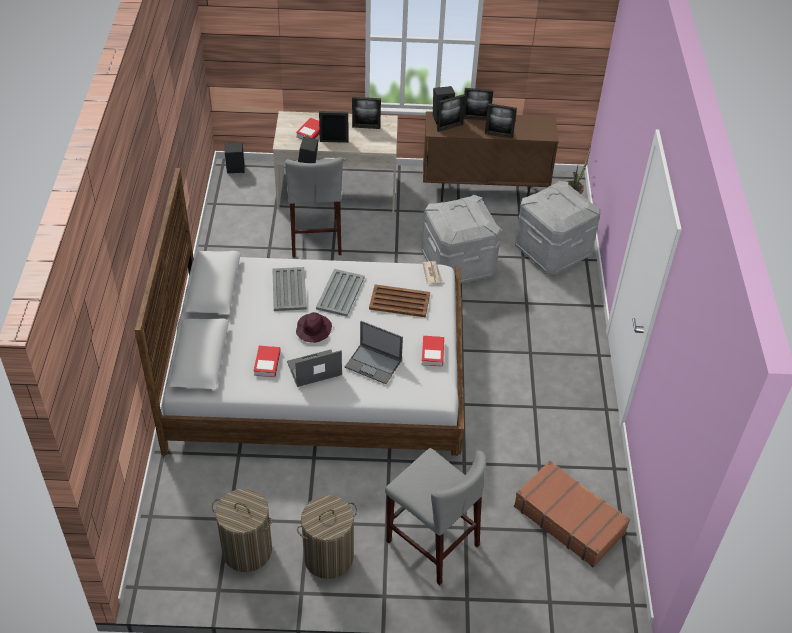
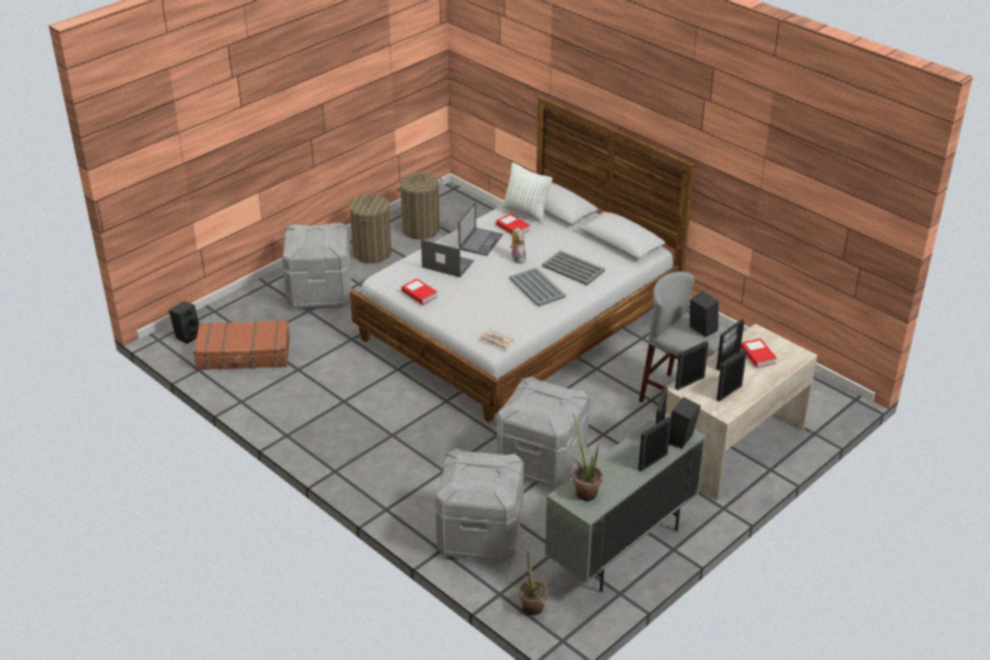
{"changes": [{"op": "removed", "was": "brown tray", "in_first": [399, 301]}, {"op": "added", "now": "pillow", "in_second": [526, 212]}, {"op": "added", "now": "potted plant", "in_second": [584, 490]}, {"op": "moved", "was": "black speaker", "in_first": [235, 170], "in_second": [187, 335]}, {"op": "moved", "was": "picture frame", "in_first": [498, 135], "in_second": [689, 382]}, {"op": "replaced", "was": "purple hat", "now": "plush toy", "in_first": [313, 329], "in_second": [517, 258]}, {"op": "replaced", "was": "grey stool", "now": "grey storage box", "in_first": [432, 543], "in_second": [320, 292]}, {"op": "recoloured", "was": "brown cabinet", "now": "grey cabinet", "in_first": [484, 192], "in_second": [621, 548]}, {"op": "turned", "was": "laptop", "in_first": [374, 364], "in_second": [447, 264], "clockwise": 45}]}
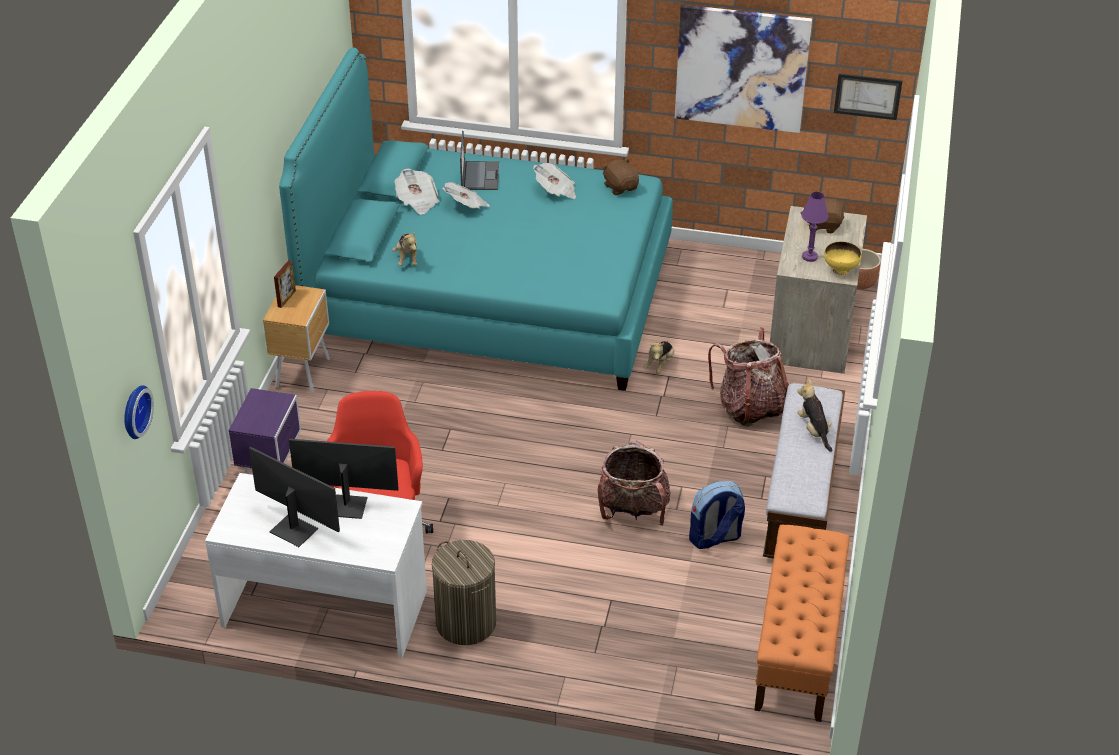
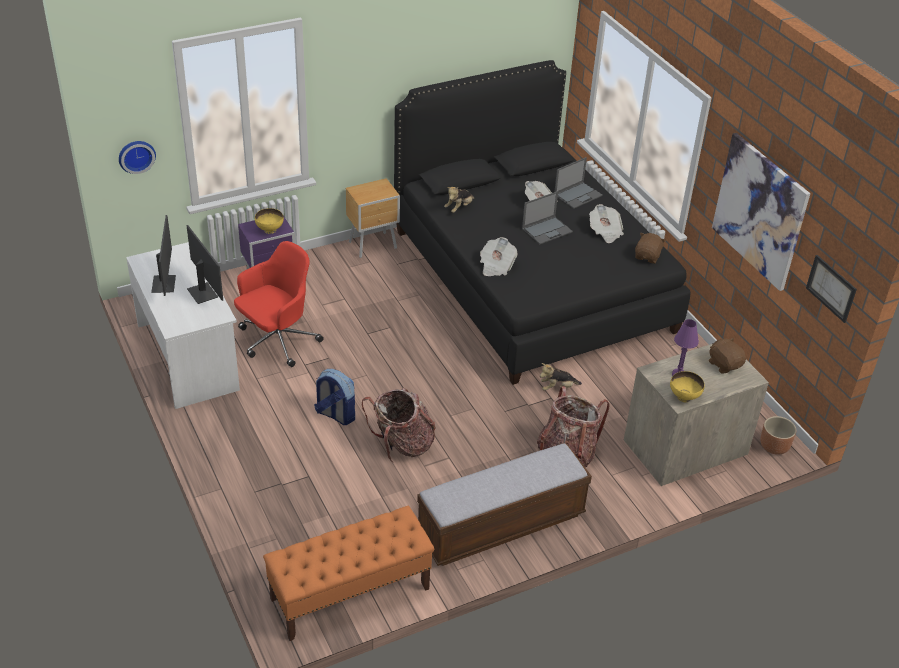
{"changes": [{"op": "removed", "was": "picture frame", "in_first": [286, 298]}, {"op": "removed", "was": "laundry basket", "in_first": [466, 623]}, {"op": "removed", "was": "plush toy", "in_first": [814, 430]}, {"op": "added", "now": "yellow bowl", "in_second": [269, 230]}, {"op": "added", "now": "laptop", "in_second": [547, 230]}, {"op": "moved", "was": "newspaper", "in_first": [417, 201], "in_second": [496, 266]}, {"op": "moved", "was": "backpack", "in_first": [714, 538], "in_second": [335, 415]}, {"op": "recoloured", "was": "turquoise bed", "now": "black bed", "in_first": [488, 296], "in_second": [530, 280]}]}
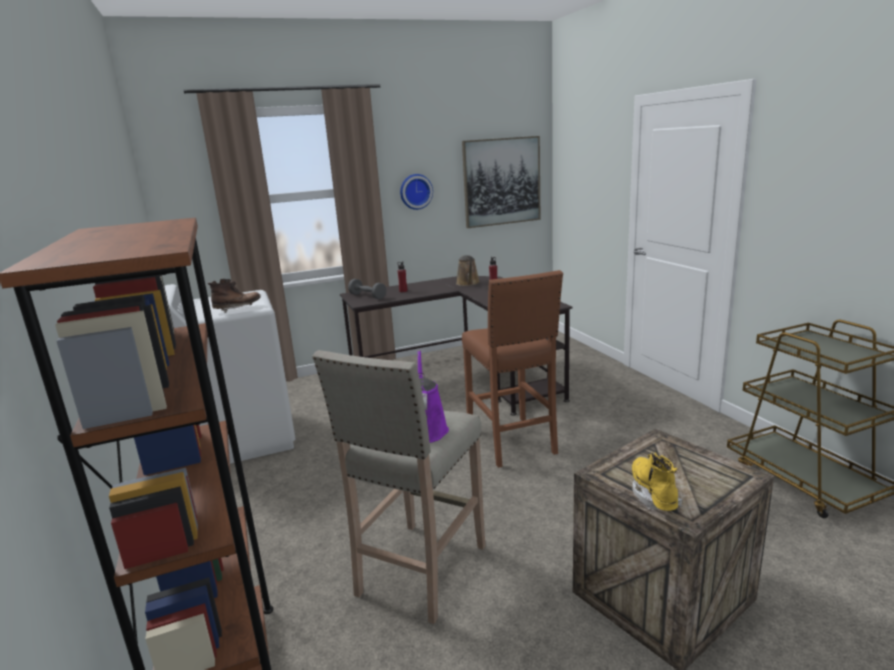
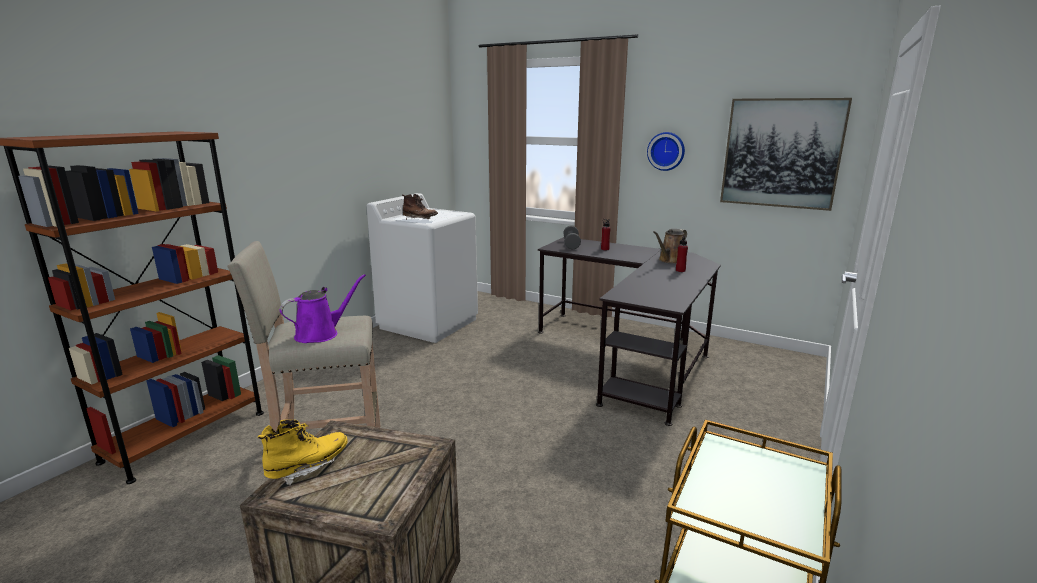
{"changes": [{"op": "removed", "was": "brown stool", "in_first": [511, 442]}]}
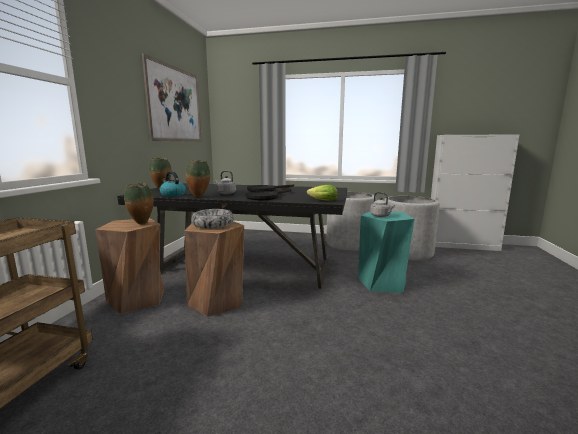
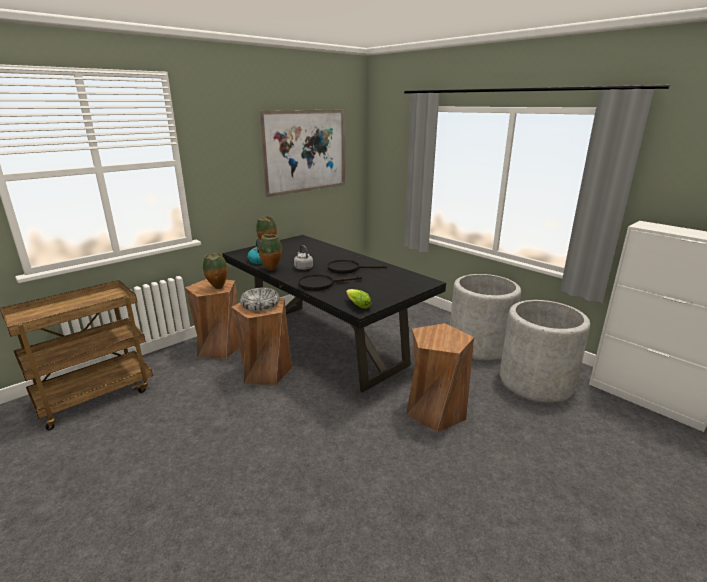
{"changes": [{"op": "removed", "was": "grey kettle", "in_first": [381, 216]}, {"op": "recoloured", "was": "turquoise stool", "now": "brown stool", "in_first": [382, 282], "in_second": [435, 411]}]}
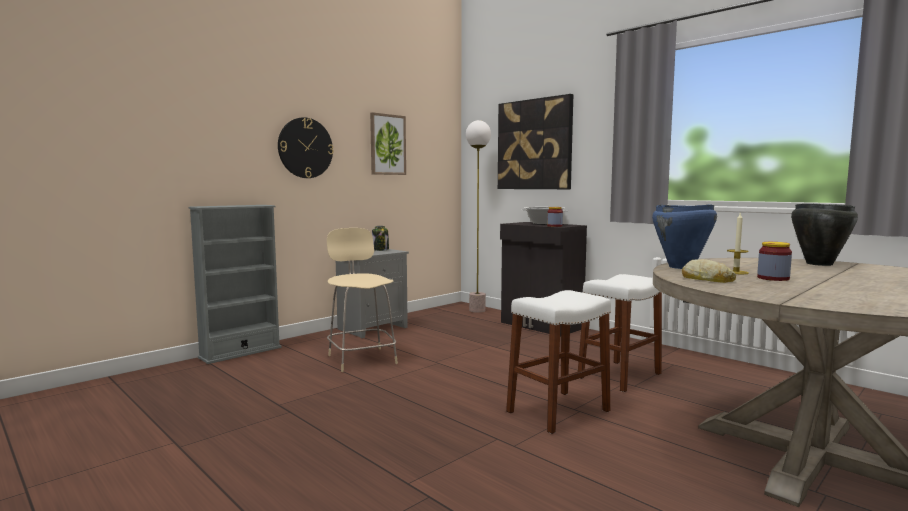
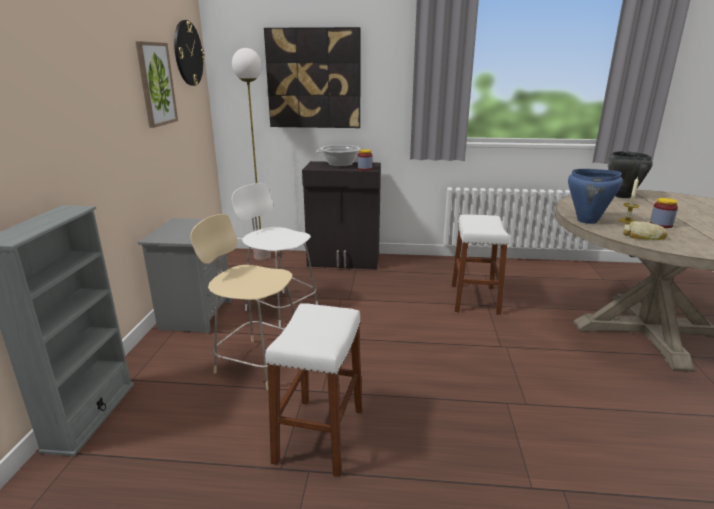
{"changes": [{"op": "removed", "was": "jar", "in_first": [381, 249]}, {"op": "added", "now": "white chair", "in_second": [280, 307]}, {"op": "moved", "was": "wall clock", "in_first": [305, 148], "in_second": [188, 53]}, {"op": "moved", "was": "white stool", "in_first": [558, 411], "in_second": [319, 435]}]}
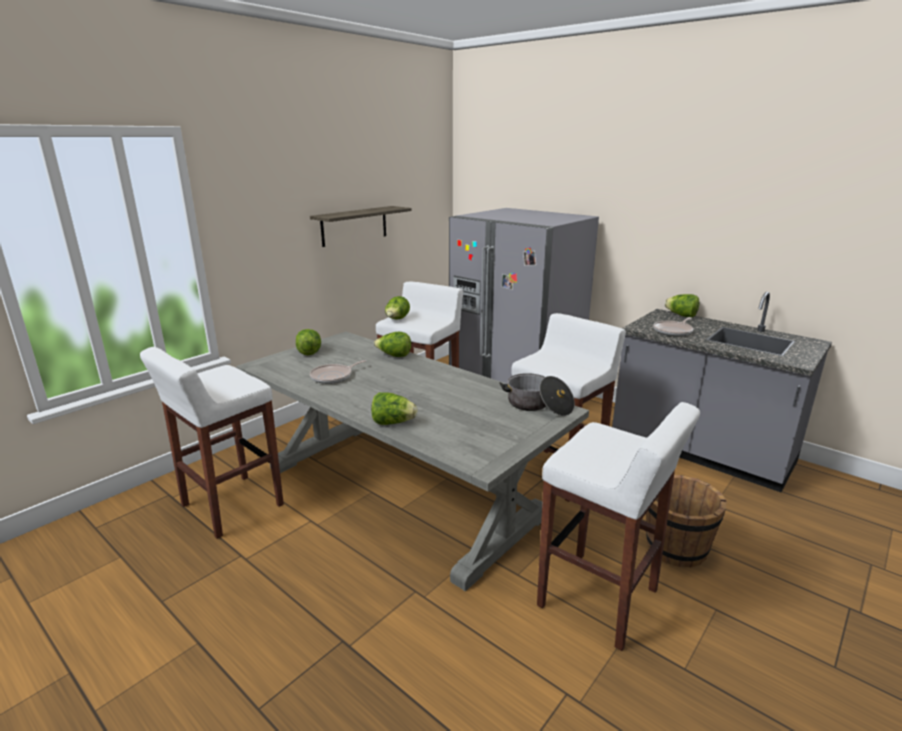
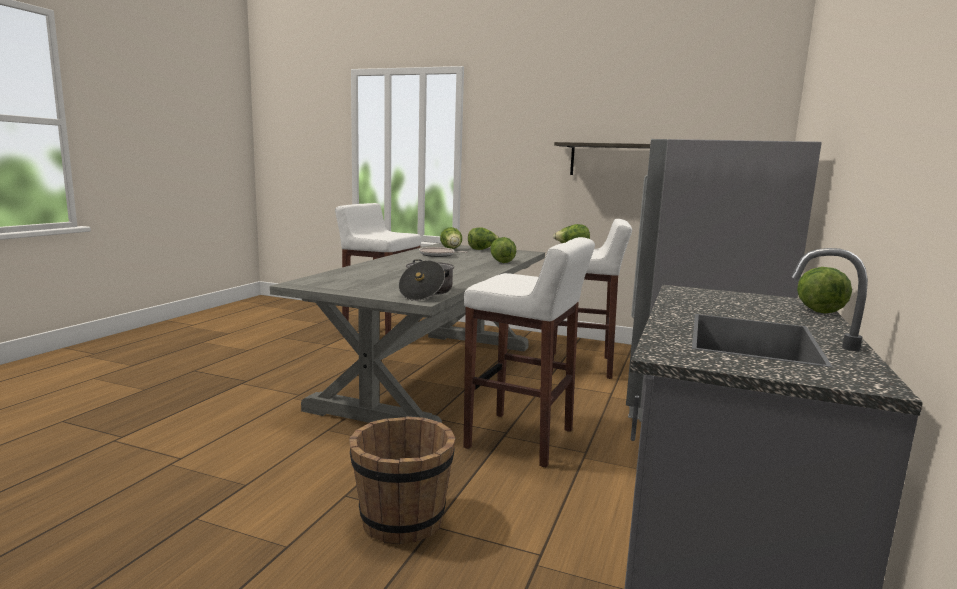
{"changes": [{"op": "removed", "was": "white stool", "in_first": [599, 599]}, {"op": "removed", "was": "frying pan", "in_first": [673, 331]}, {"op": "moved", "was": "lettuce", "in_first": [393, 422], "in_second": [452, 249]}]}
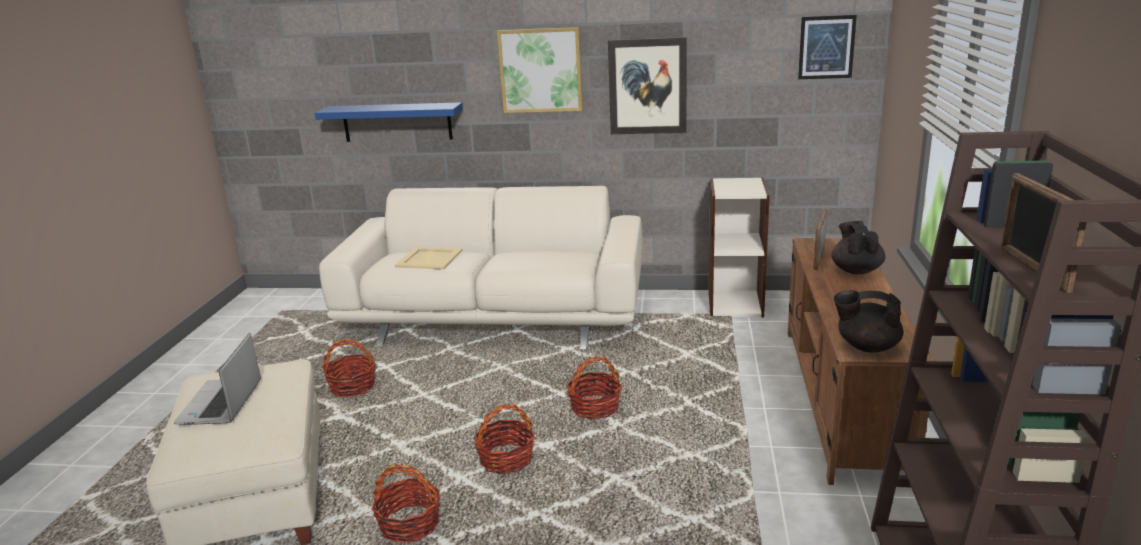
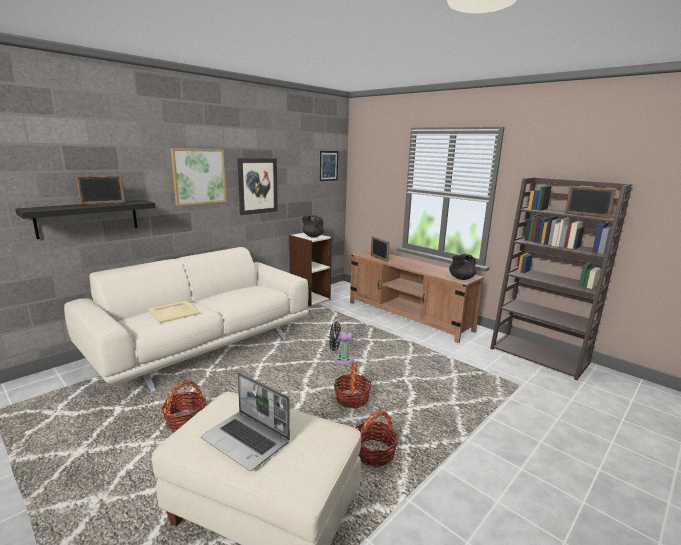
{"changes": [{"op": "added", "now": "picture frame", "in_second": [103, 204]}, {"op": "moved", "was": "black teapot", "in_first": [856, 270], "in_second": [313, 236]}, {"op": "replaced", "was": "basket", "now": "black fan", "in_first": [595, 408], "in_second": [341, 359]}, {"op": "recoloured", "was": "blue shelf", "now": "black shelf", "in_first": [397, 122], "in_second": [88, 218]}]}
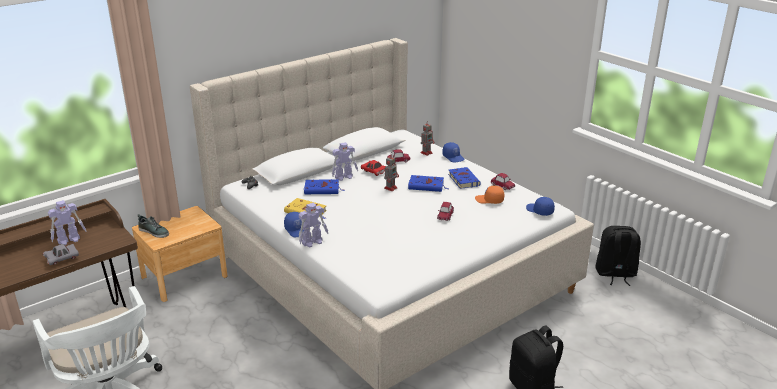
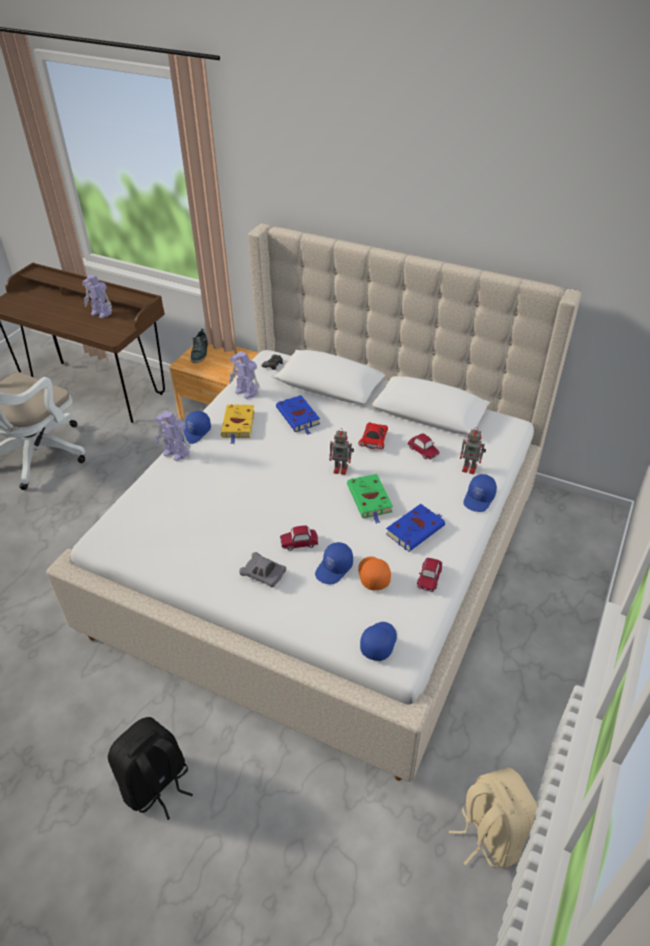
{"changes": [{"op": "added", "now": "blue cap", "in_second": [334, 569]}, {"op": "moved", "was": "grey toy car", "in_first": [62, 259], "in_second": [263, 575]}, {"op": "moved", "was": "toy robot", "in_first": [344, 177], "in_second": [246, 392]}, {"op": "recoloured", "was": "blue book", "now": "green book", "in_first": [427, 186], "in_second": [370, 500]}, {"op": "recoloured", "was": "black backpack", "now": "beige backpack", "in_first": [615, 274], "in_second": [490, 833]}]}
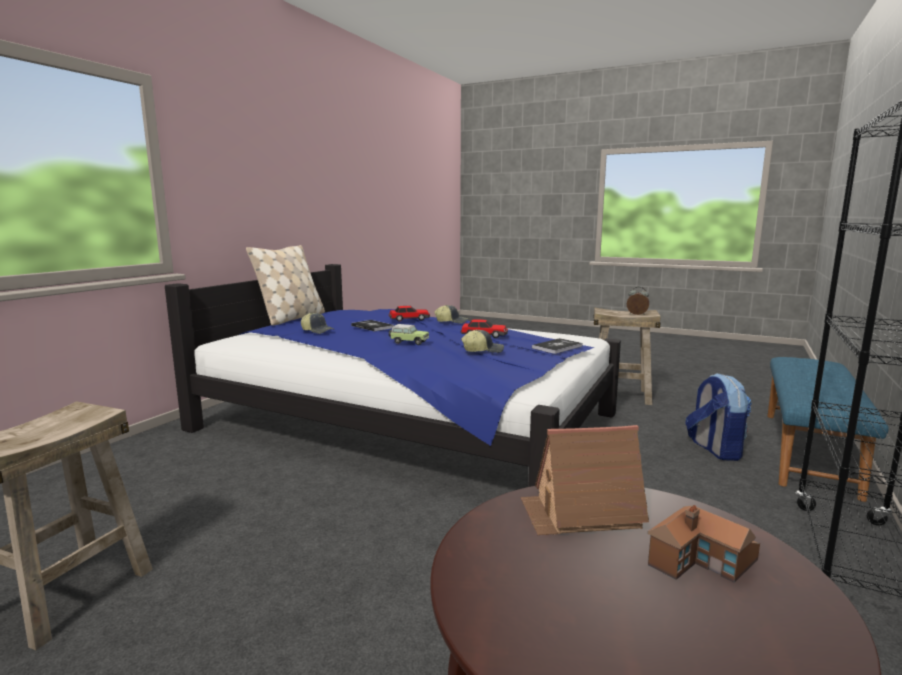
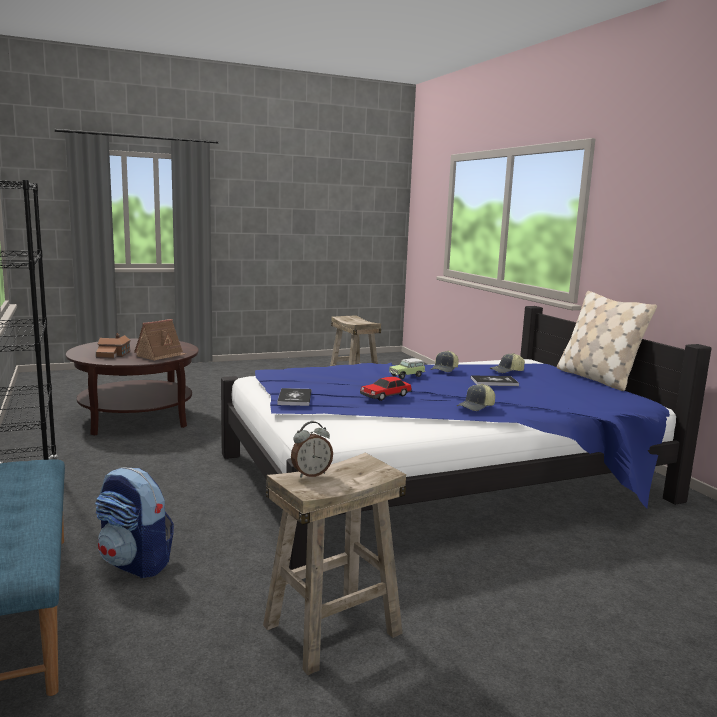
{"changes": [{"op": "removed", "was": "toy car", "in_first": [409, 319]}, {"op": "moved", "was": "cap", "in_first": [483, 350], "in_second": [445, 369]}]}
